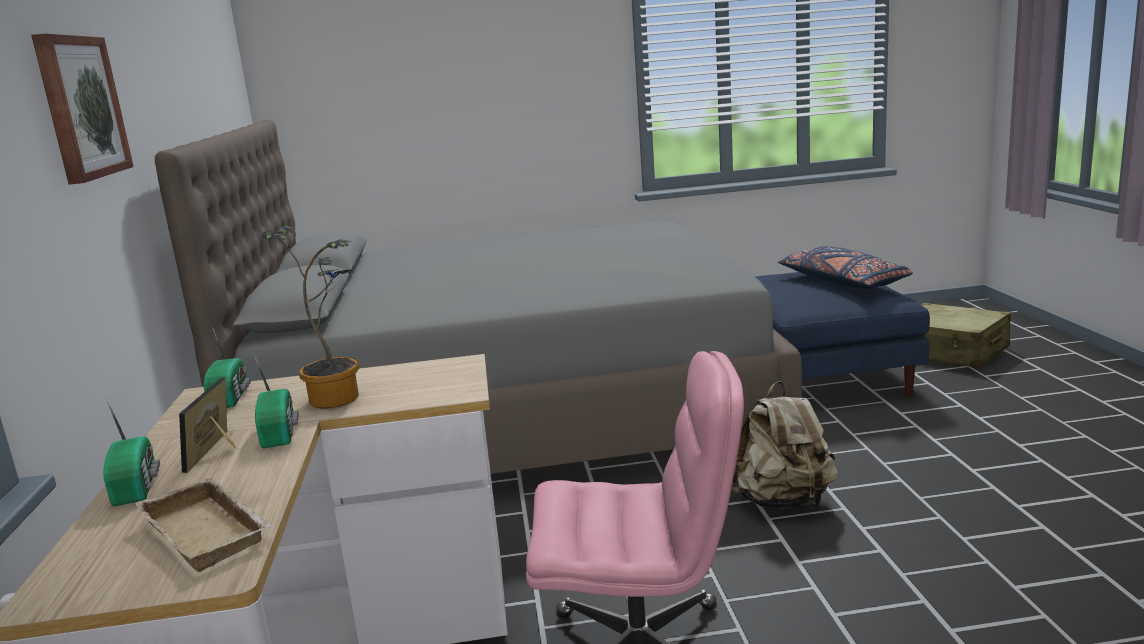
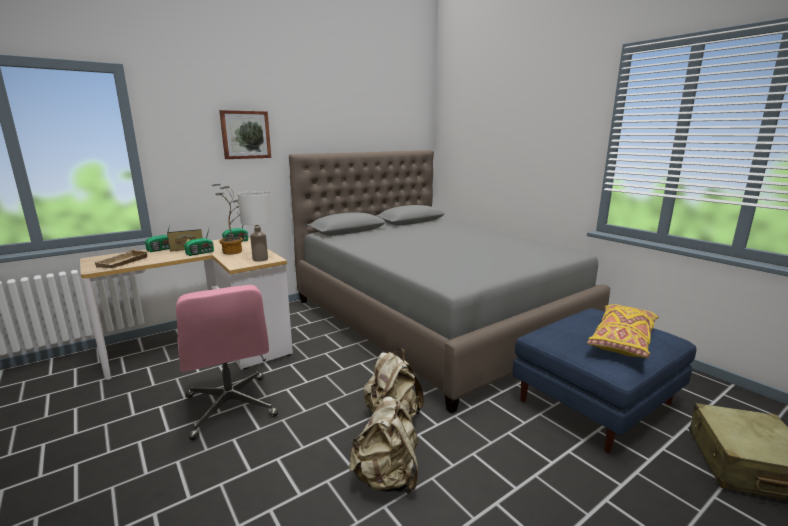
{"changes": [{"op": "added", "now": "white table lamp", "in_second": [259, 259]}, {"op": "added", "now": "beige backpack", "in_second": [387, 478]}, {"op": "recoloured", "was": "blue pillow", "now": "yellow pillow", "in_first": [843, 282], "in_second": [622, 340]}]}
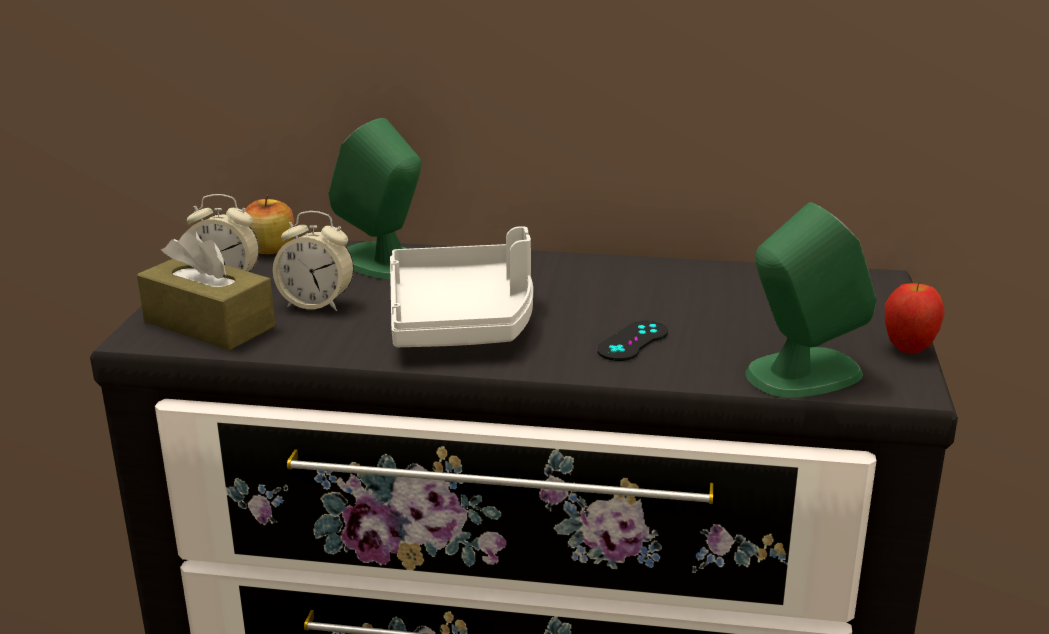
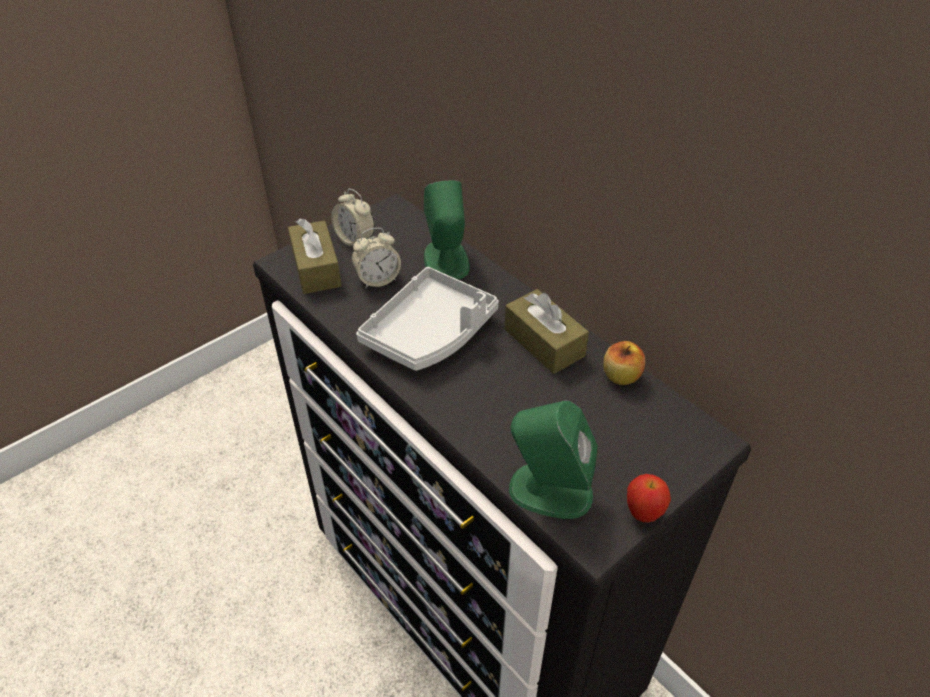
{"changes": [{"op": "removed", "was": "black game controller", "in_first": [632, 341]}, {"op": "added", "now": "brown tissue box", "in_second": [544, 342]}, {"op": "moved", "was": "apple", "in_first": [270, 249], "in_second": [621, 376]}, {"op": "turned", "was": "alarm clock", "in_first": [317, 304], "in_second": [377, 279], "clockwise": -75}]}
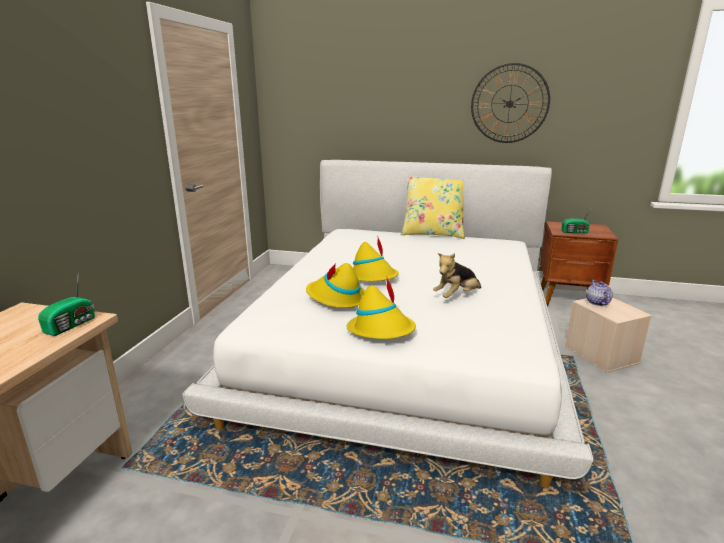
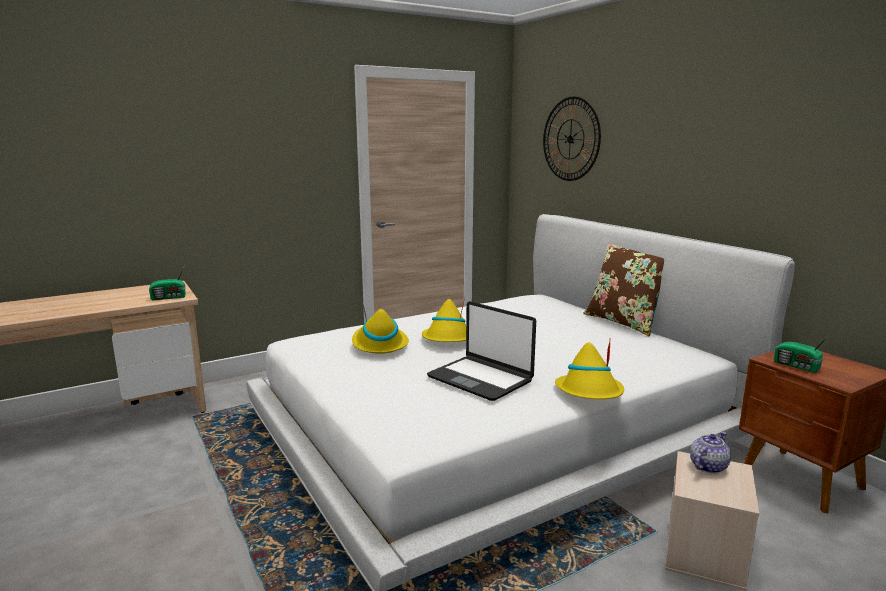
{"changes": [{"op": "moved", "was": "yellow hat", "in_first": [381, 330], "in_second": [589, 392]}, {"op": "moved", "was": "wall clock", "in_first": [509, 103], "in_second": [570, 139]}, {"op": "replaced", "was": "plush toy", "now": "laptop", "in_first": [457, 296], "in_second": [480, 379]}, {"op": "recoloured", "was": "yellow pillow", "now": "brown pillow", "in_first": [432, 234], "in_second": [624, 322]}]}
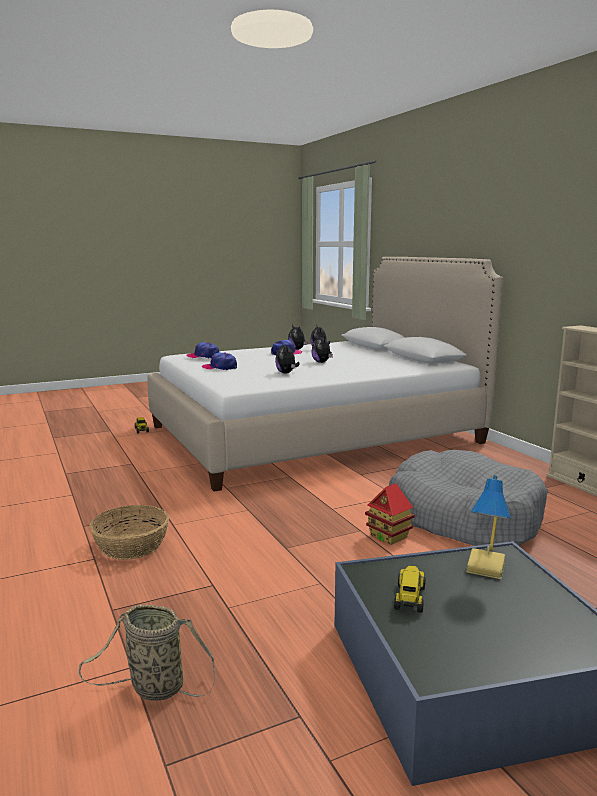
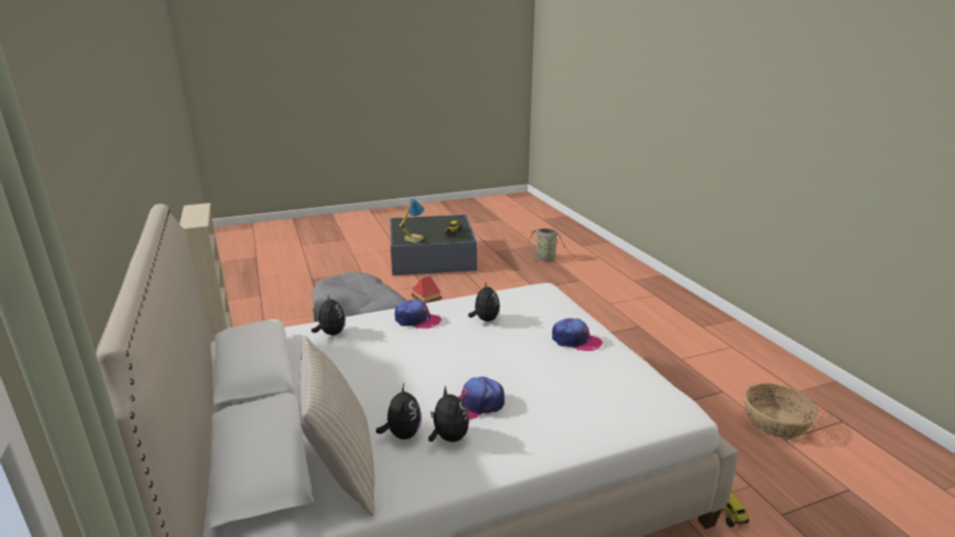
{"changes": [{"op": "added", "now": "beige pillow", "in_second": [342, 471]}, {"op": "moved", "was": "basket", "in_first": [131, 546], "in_second": [776, 422]}, {"op": "moved", "was": "cap", "in_first": [203, 356], "in_second": [417, 320]}, {"op": "moved", "was": "plush toy", "in_first": [322, 362], "in_second": [331, 333]}]}
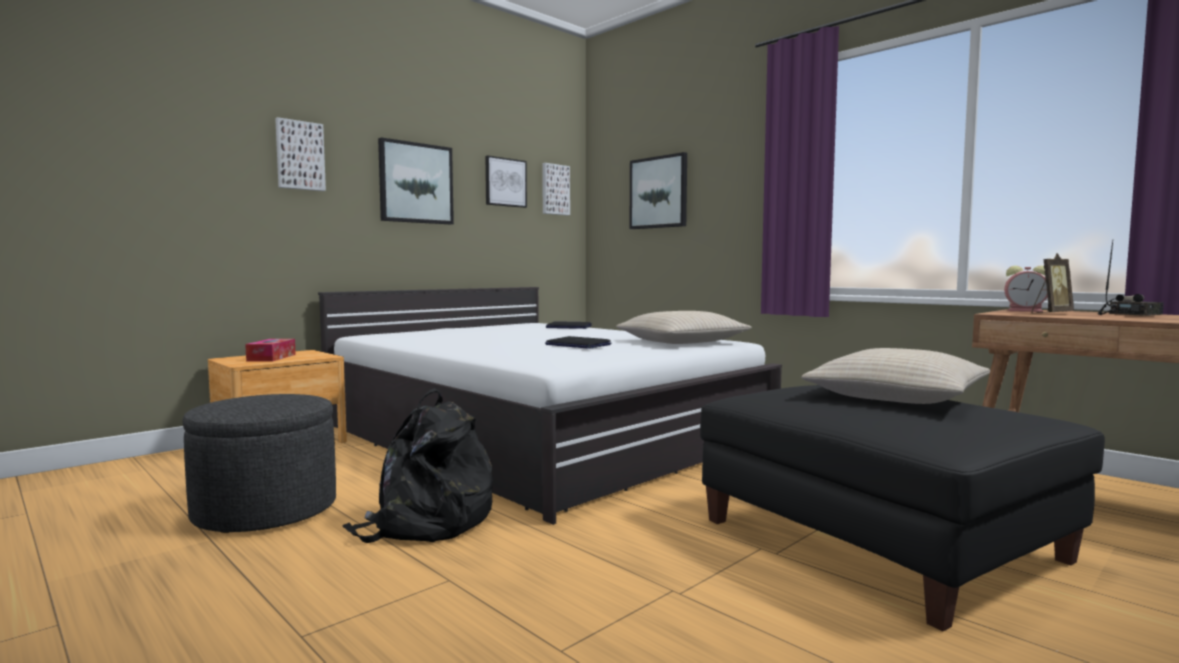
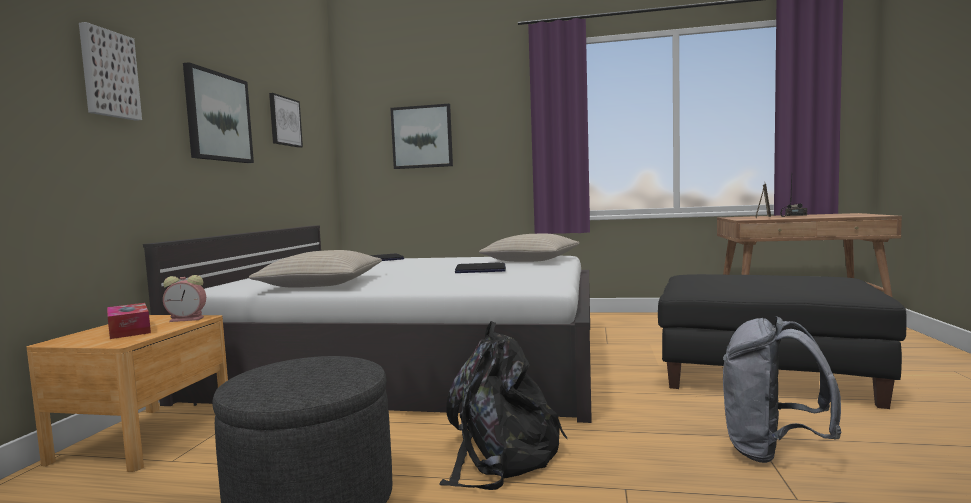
{"changes": [{"op": "removed", "was": "picture", "in_first": [554, 189]}, {"op": "added", "now": "grey backpack", "in_second": [772, 451]}, {"op": "moved", "was": "beige pillow", "in_first": [895, 396], "in_second": [321, 284]}, {"op": "moved", "was": "alarm clock", "in_first": [1026, 311], "in_second": [188, 319]}]}
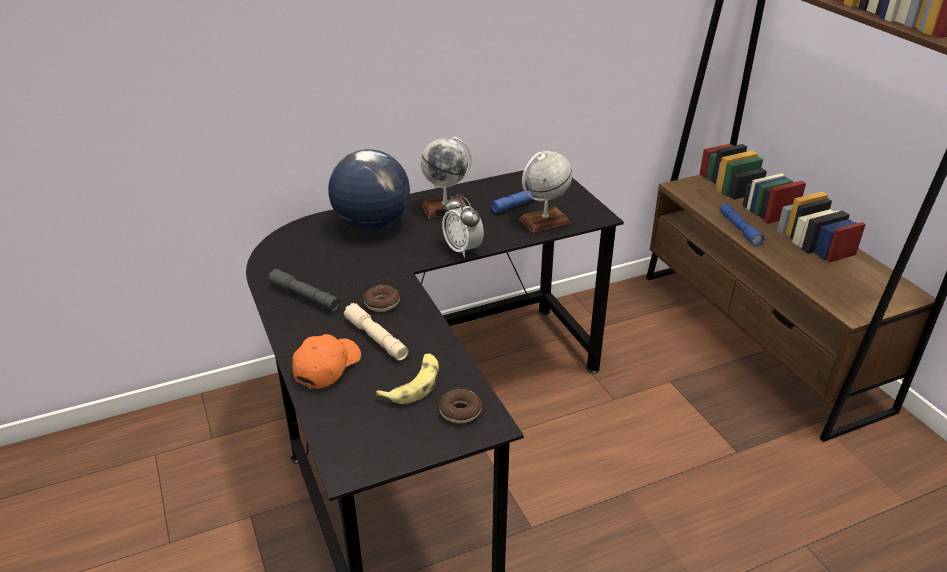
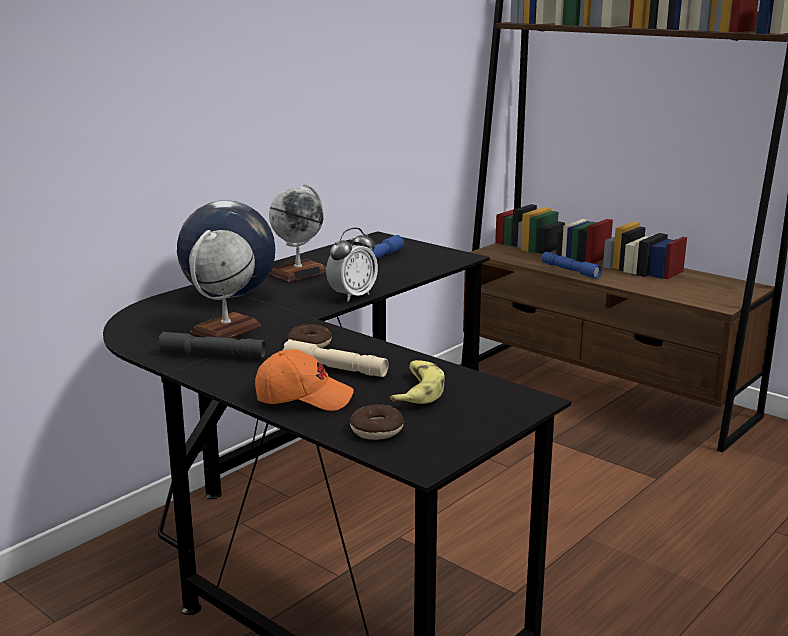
{"changes": [{"op": "moved", "was": "donut", "in_first": [460, 411], "in_second": [377, 430]}, {"op": "moved", "was": "globe", "in_first": [544, 221], "in_second": [225, 330]}, {"op": "turned", "was": "orange cap", "in_first": [327, 367], "in_second": [303, 398], "clockwise": 90}, {"op": "turned", "was": "alarm clock", "in_first": [462, 249], "in_second": [352, 296], "clockwise": -75}]}
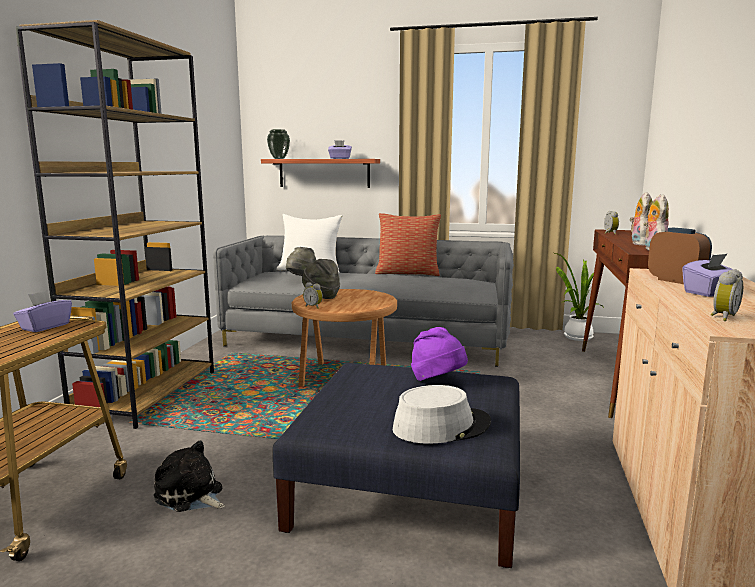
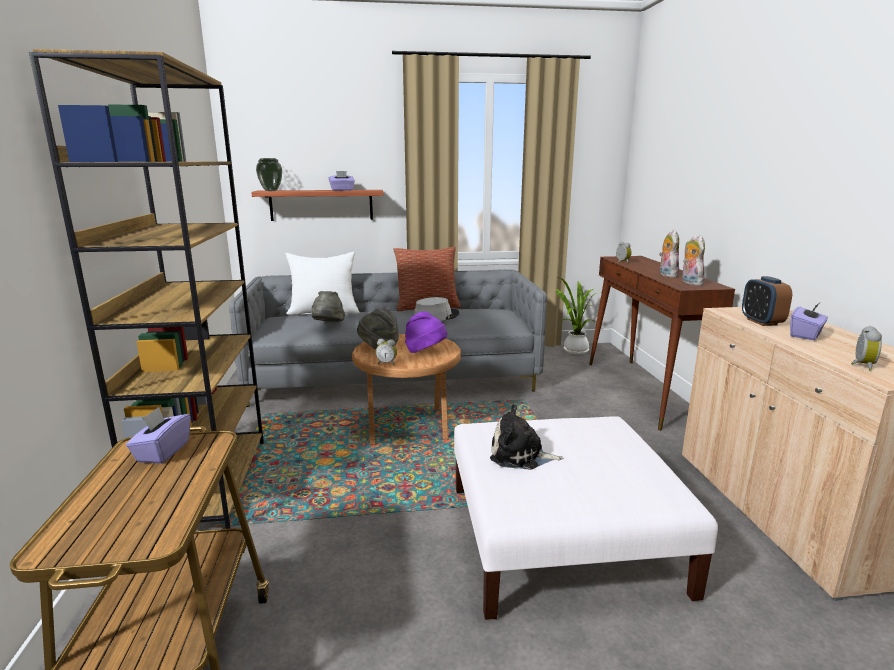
{"changes": [{"op": "moved", "was": "plush toy", "in_first": [191, 495], "in_second": [520, 455]}, {"op": "moved", "was": "grey hat", "in_first": [441, 426], "in_second": [436, 316]}, {"op": "moved", "was": "purple hat", "in_first": [438, 381], "in_second": [425, 352]}, {"op": "recoloured", "was": "blue ottoman", "now": "white ottoman", "in_first": [411, 487], "in_second": [563, 538]}, {"op": "turned", "was": "alarm clock", "in_first": [676, 281], "in_second": [761, 322], "clockwise": -135}]}
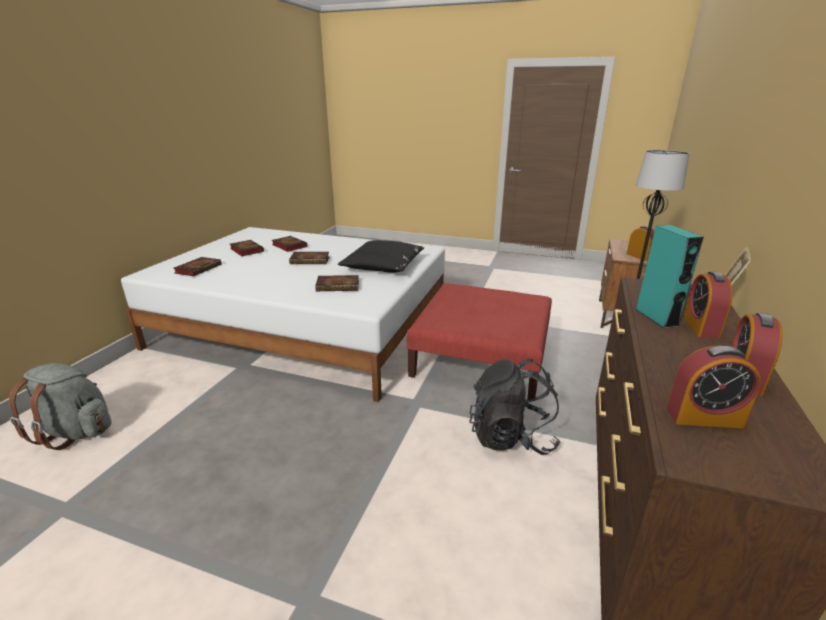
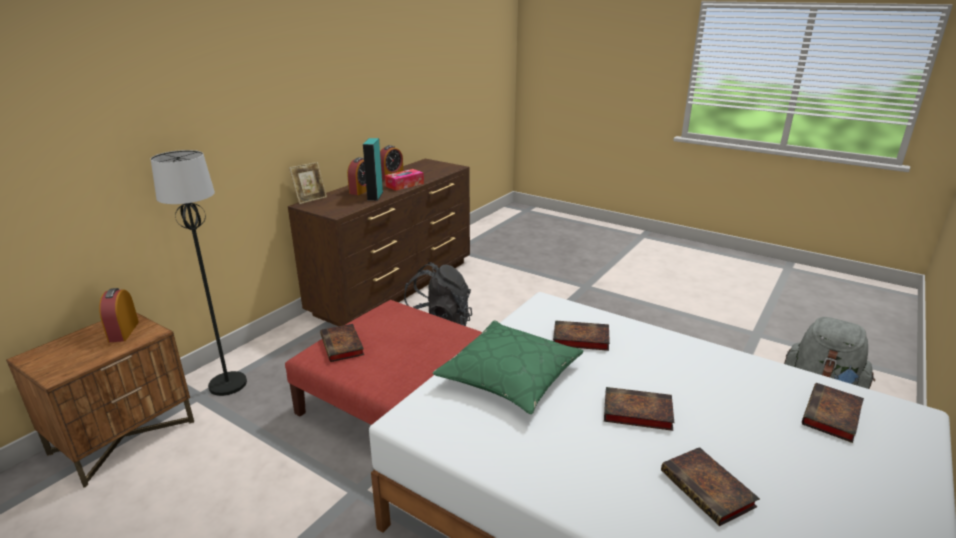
{"changes": [{"op": "removed", "was": "alarm clock", "in_first": [704, 417]}, {"op": "added", "now": "tissue box", "in_second": [404, 185]}, {"op": "moved", "was": "book", "in_first": [246, 250], "in_second": [343, 346]}, {"op": "recoloured", "was": "black pillow", "now": "green pillow", "in_first": [383, 265], "in_second": [510, 376]}]}
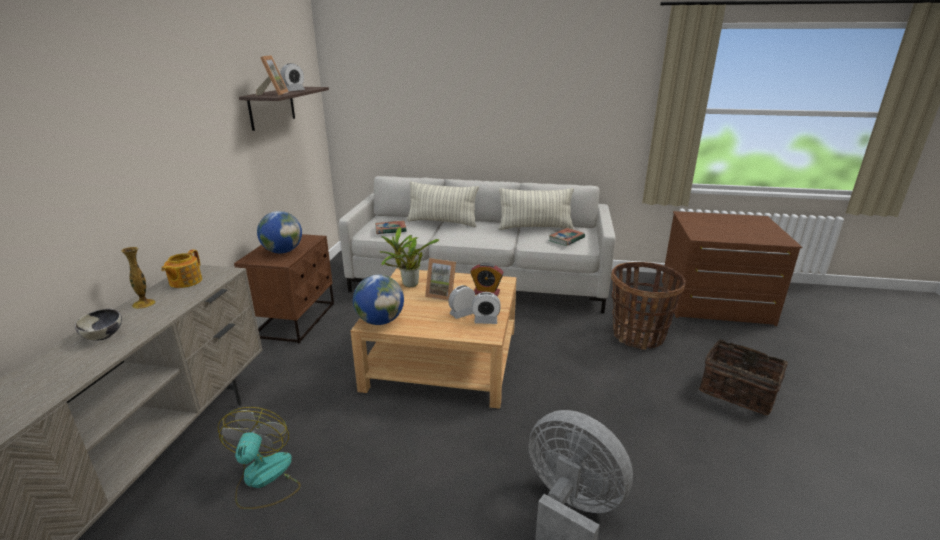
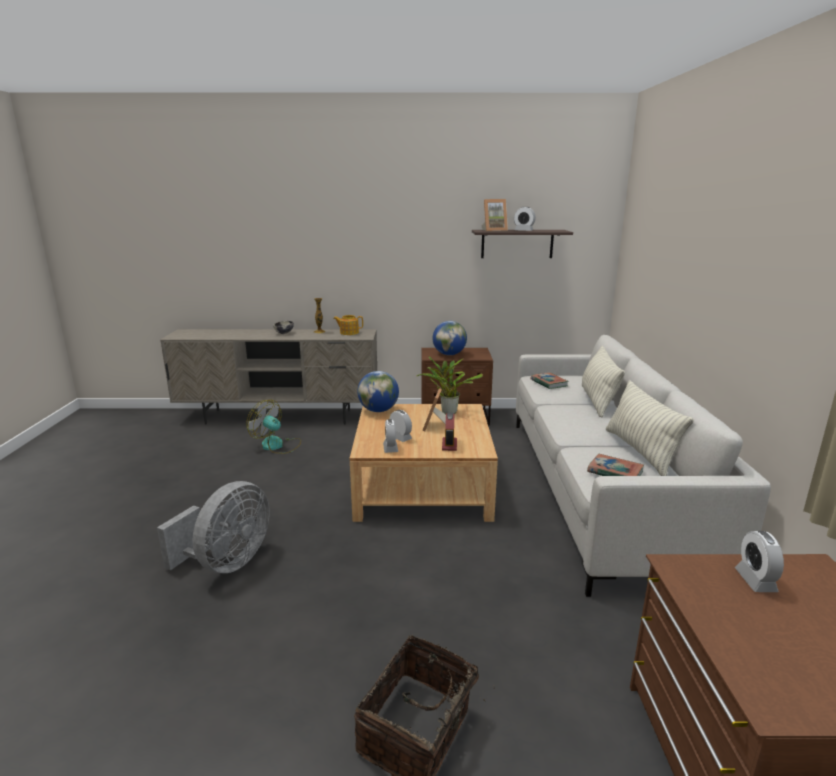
{"changes": [{"op": "removed", "was": "basket", "in_first": [638, 335]}, {"op": "added", "now": "alarm clock", "in_second": [755, 580]}, {"op": "turned", "was": "fan", "in_first": [263, 479], "in_second": [277, 445], "clockwise": -135}]}
